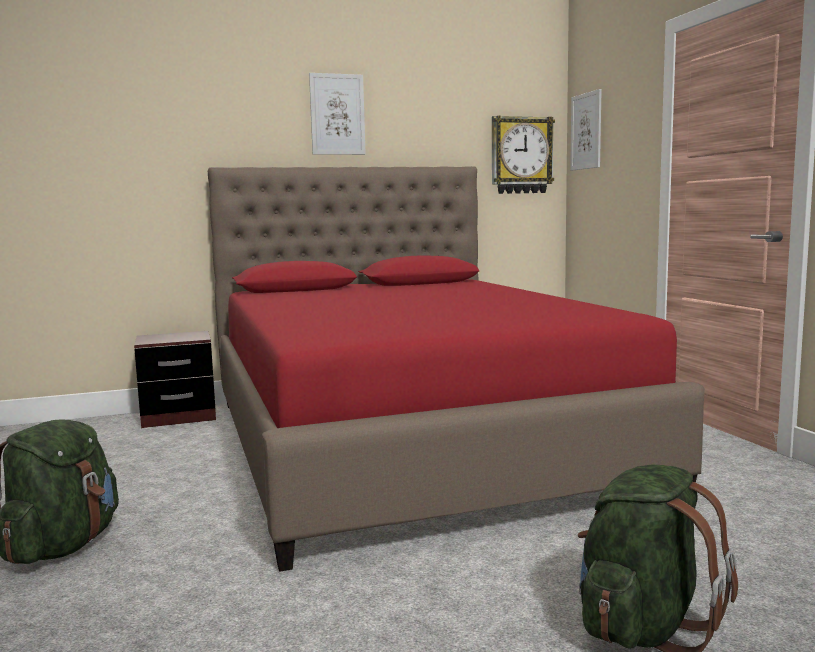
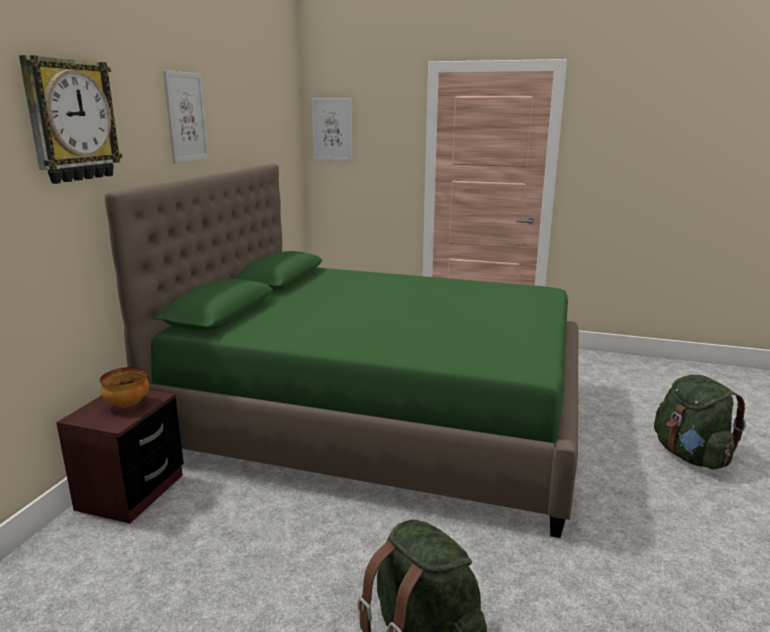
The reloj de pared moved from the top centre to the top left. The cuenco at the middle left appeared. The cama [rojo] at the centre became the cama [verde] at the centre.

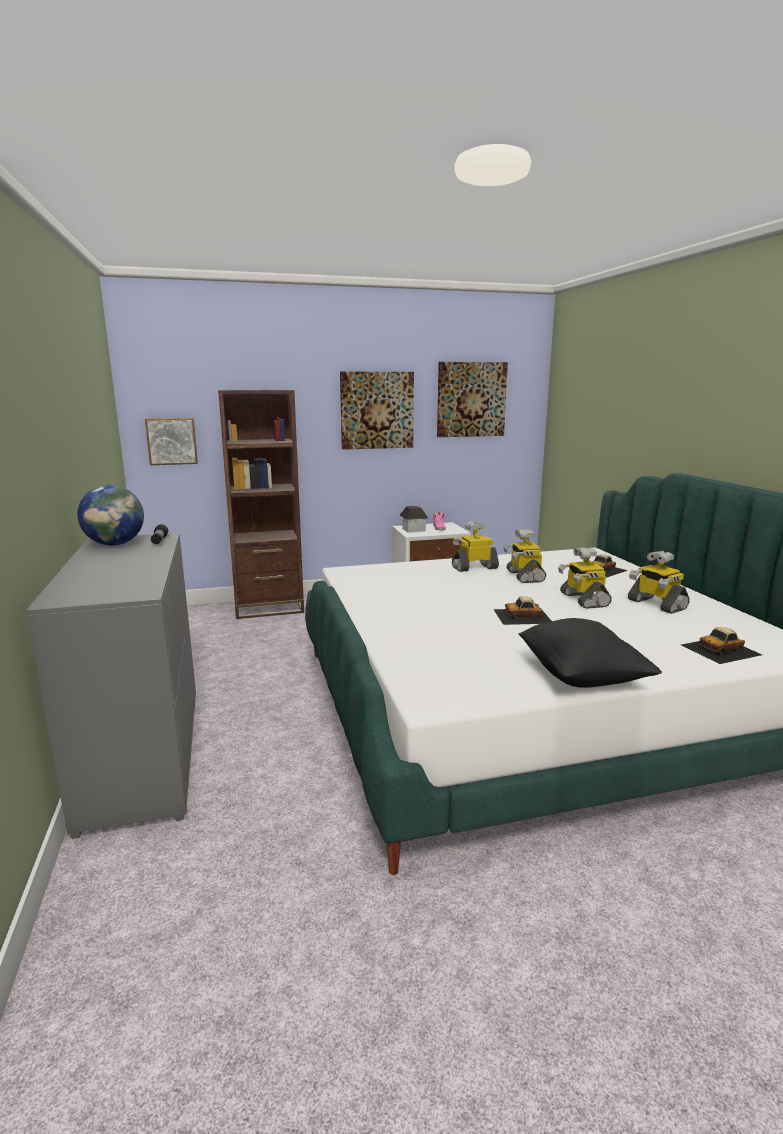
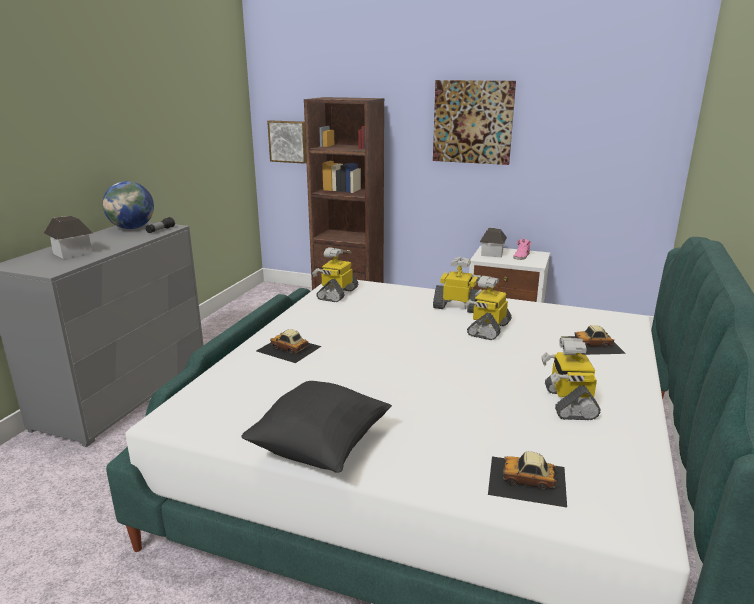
The casita (no. 1 from left) at the middle left appeared. The coche de juguete (no. 1 from left) moved from the middle right to the centre. The robot de juguete (no. 3 from left in the first image) moved from the middle right to the centre. The cuadro (no. 3 from left) at the centre disappeared.

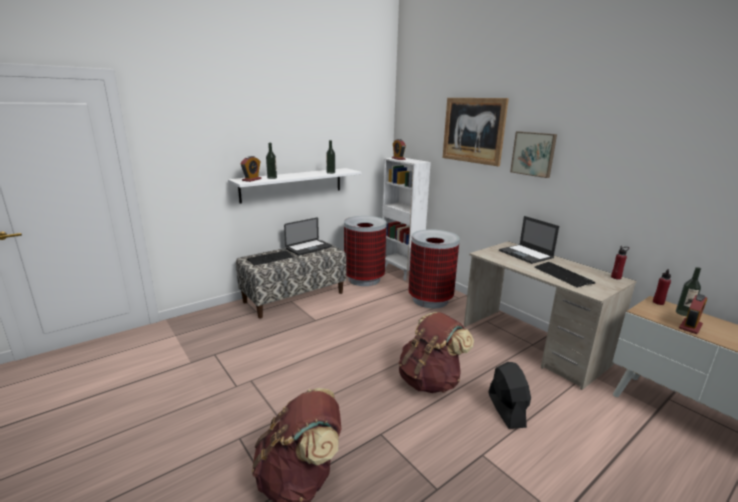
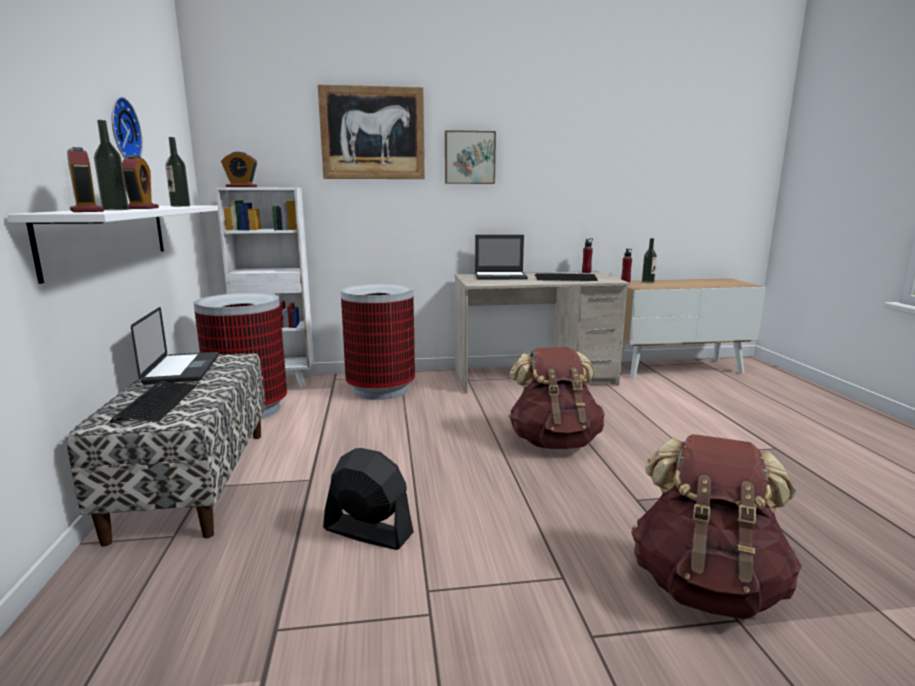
The reloj de pared at the top left appeared. The despertador (no. 3 from left in the first image) moved from the middle right to the top left. The ventilador [negro] moved from the bottom right to the bottom centre.

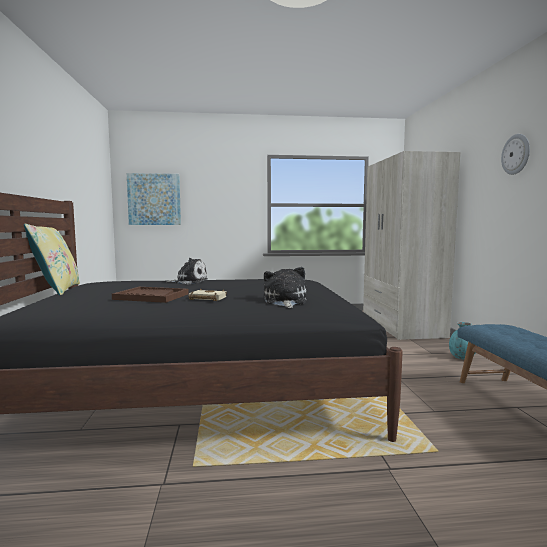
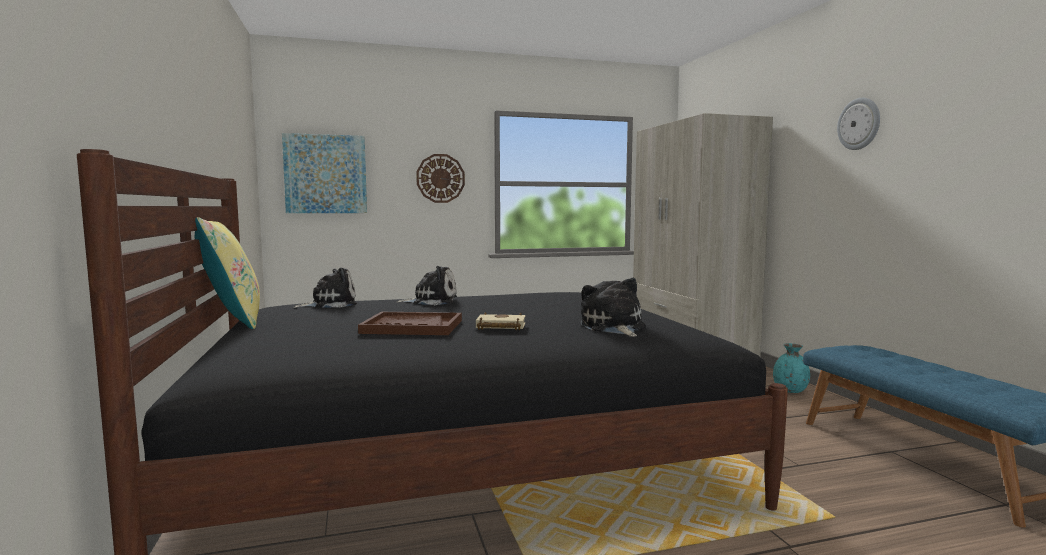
The peluche (no. 1 from left) at the middle left appeared. The reloj de pared (no. 1 from left) at the top centre appeared.

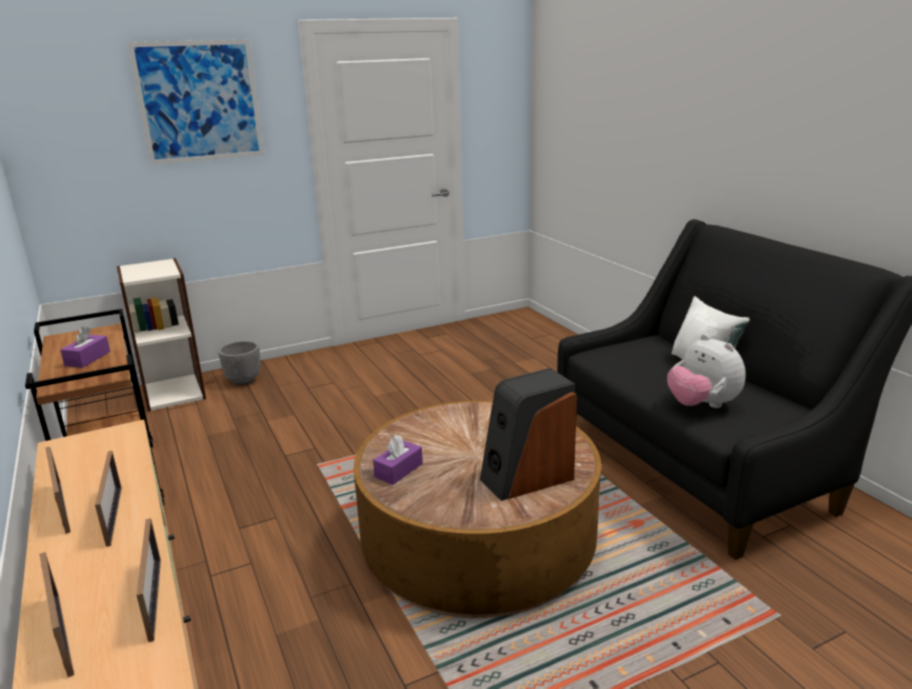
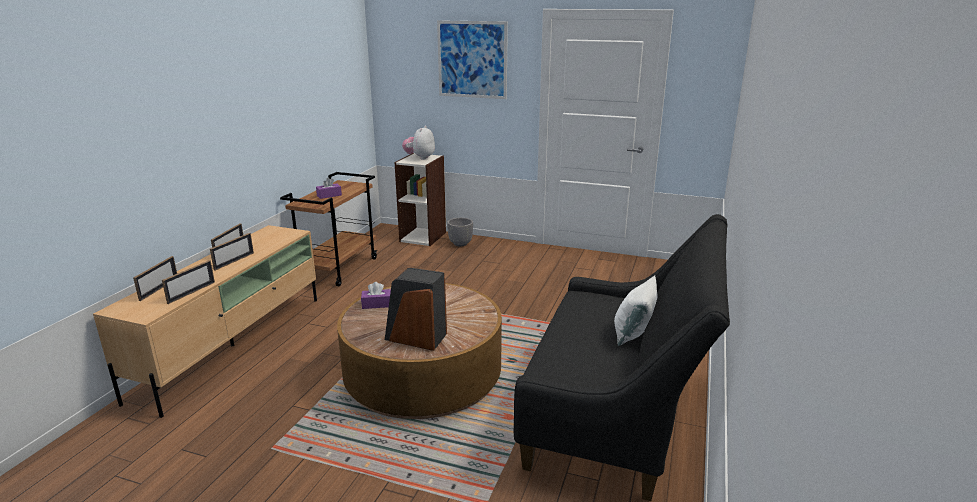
The peluche moved from the middle right to the top centre.

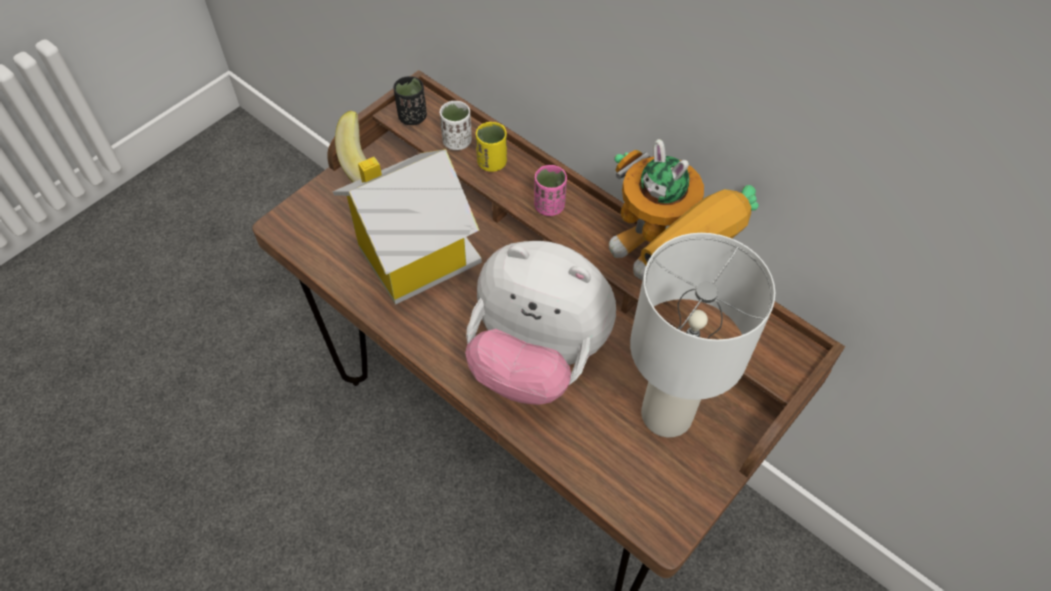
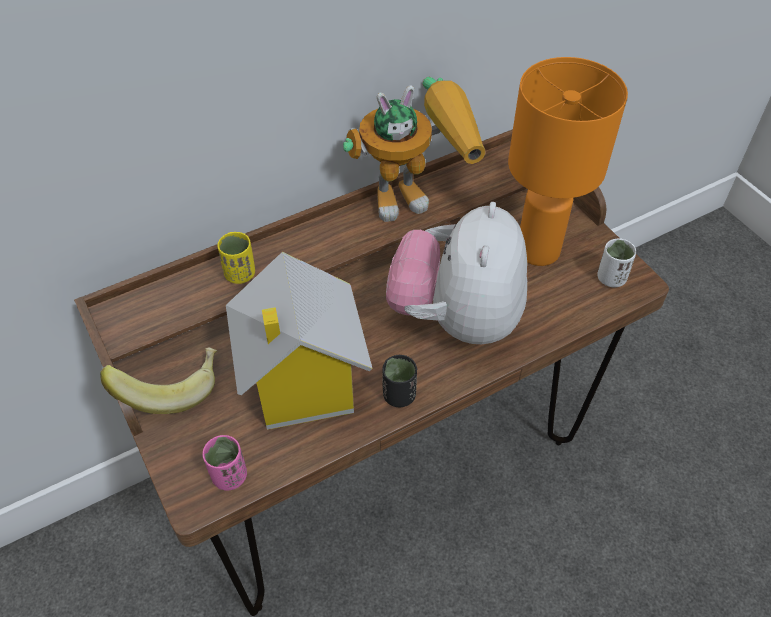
The taza [rosa] moved from the top centre to the bottom left. The taza [negro] moved from the top centre to the centre. The peluche at the centre turned 150 degrees clockwise. The lámpara de mesa [blanco] at the middle right became the lámpara de mesa [naranja] at the top right. The taza [blanco] moved from the top centre to the middle right.

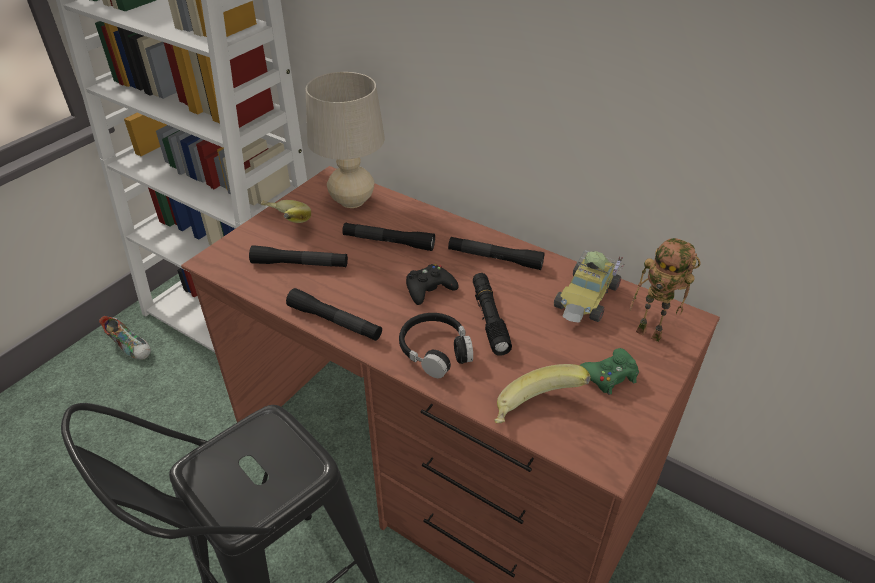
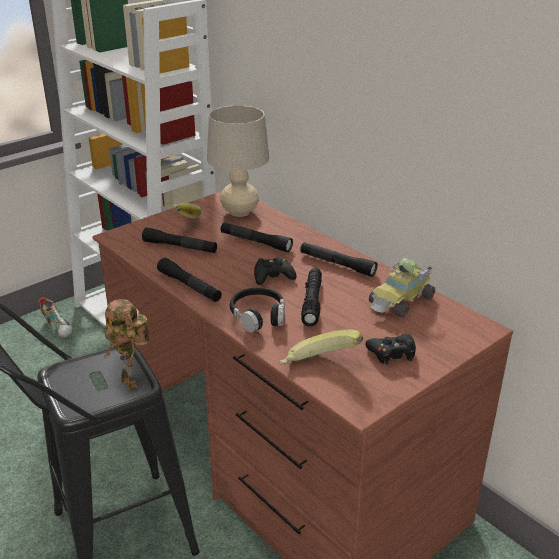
The robot de juguete moved from the middle right to the middle left. The mando de consola [verde] at the middle right became the mando de consola [negro] (no. 2 from left) at the middle right.

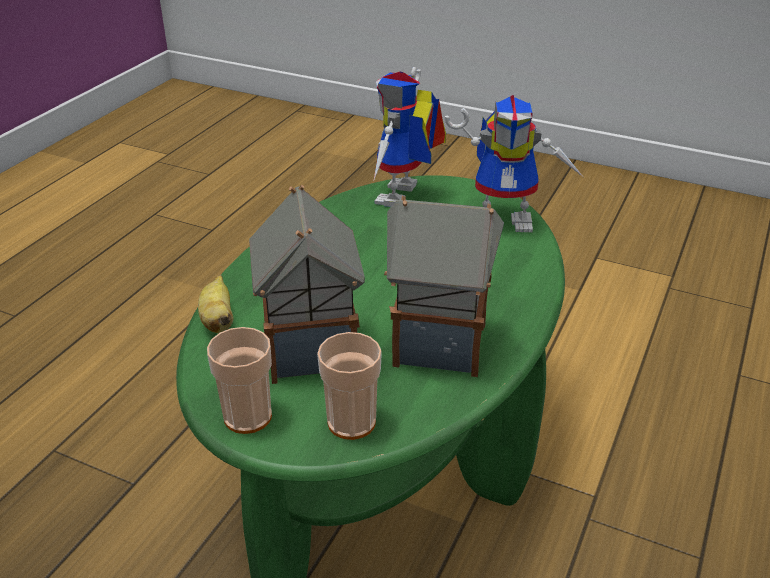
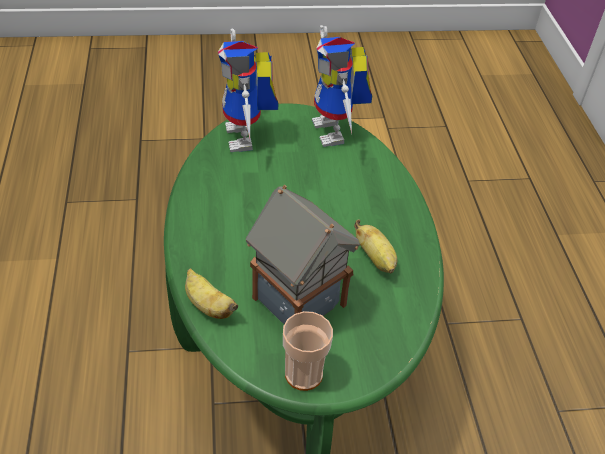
The robot de juguete (no. 2 from left) at the top right turned 105 degrees clockwise. The casita (no. 2 from left) at the centre was replaced by the plátano (no. 2 from left) at the centre. The taza (no. 2 from left) at the bottom centre disappeared.

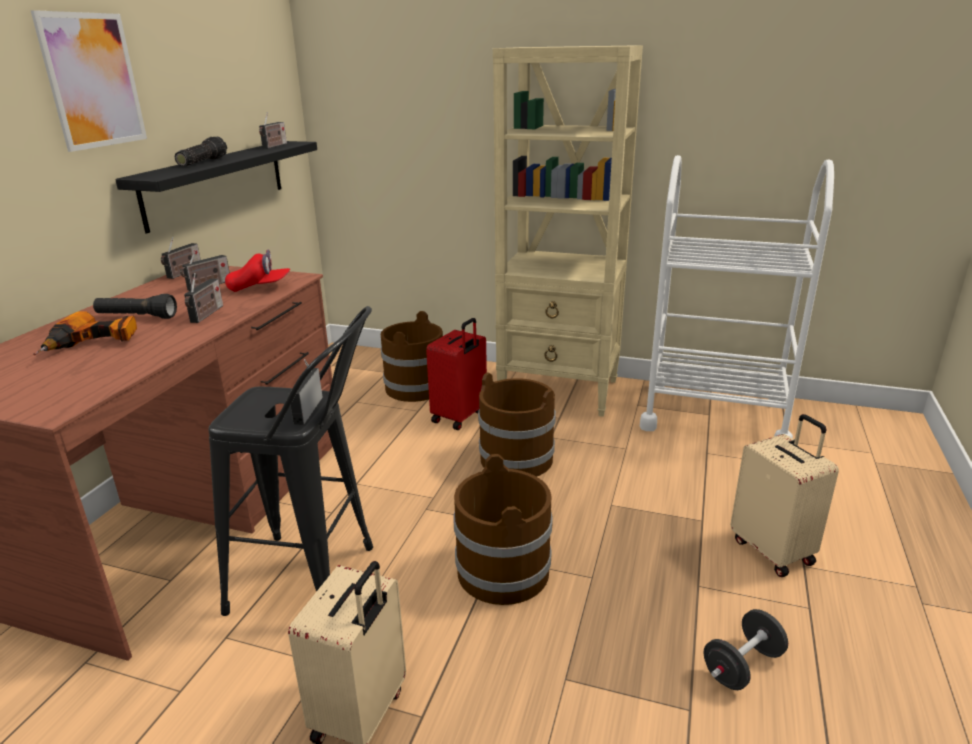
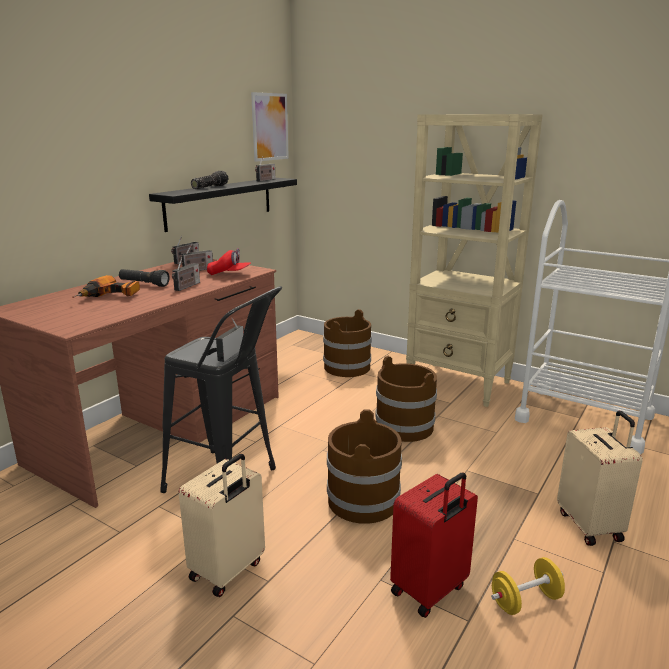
The cuadro moved from the top left to the top centre. The maleta [rojo] moved from the centre to the bottom centre. The mancuerna [negro] at the bottom right became the mancuerna [amarillo] at the bottom right.

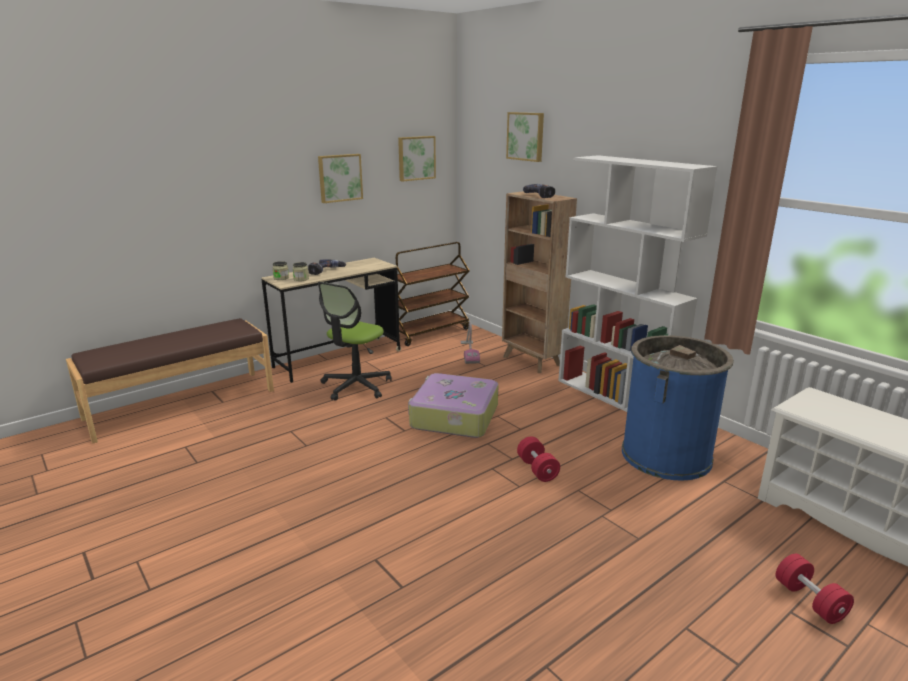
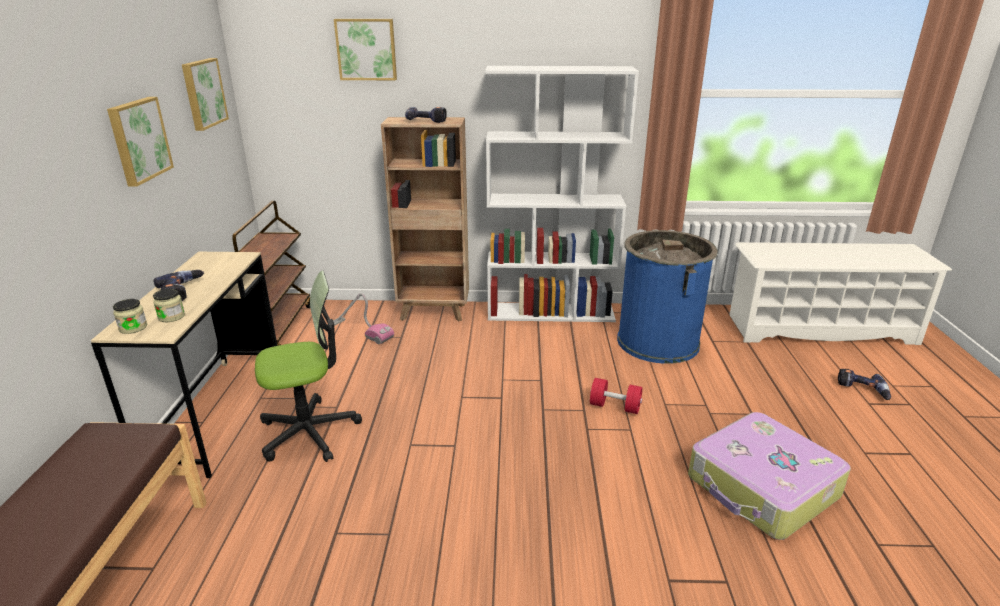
The silla de oficina at the centre turned 90 degrees counterclockwise. The maleta moved from the centre to the bottom right. The mancuerna [rojo] (no. 2 from left) at the bottom right was replaced by the taladro (no. 3 from left) at the middle right.

